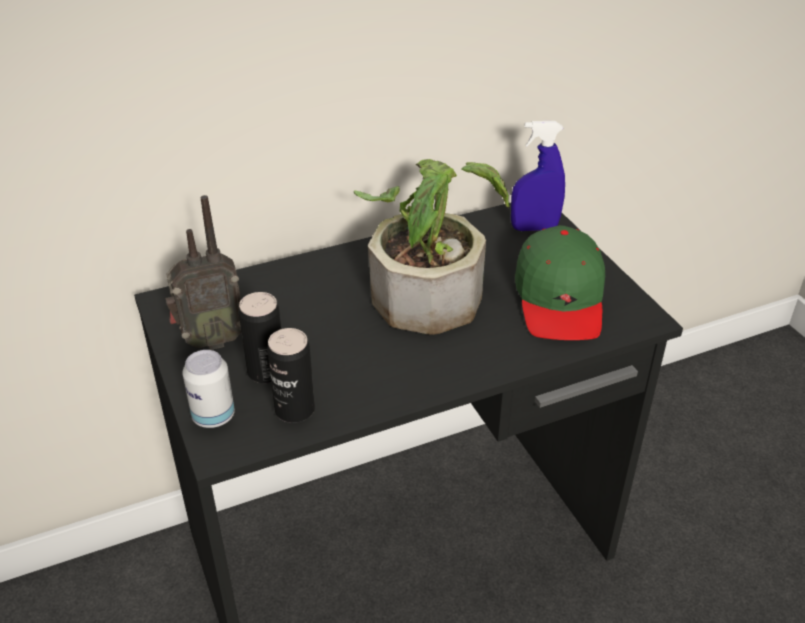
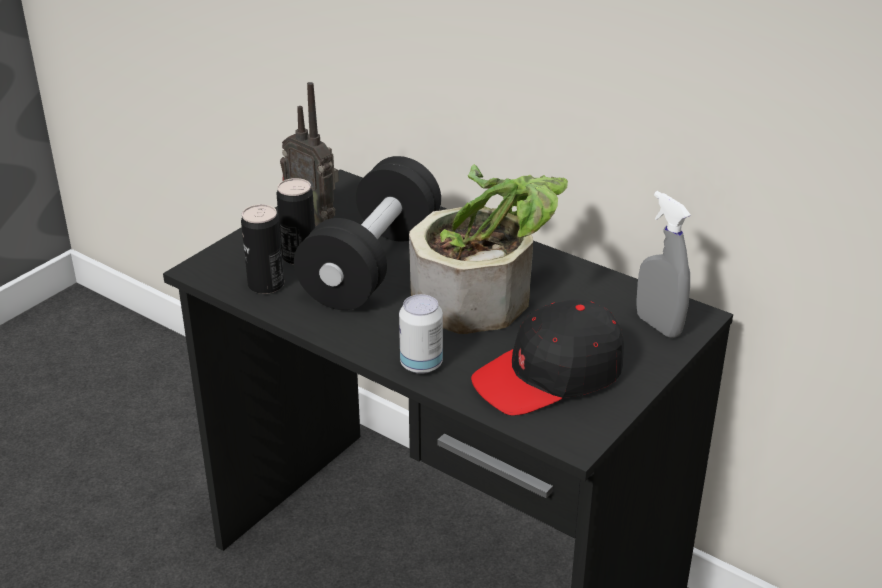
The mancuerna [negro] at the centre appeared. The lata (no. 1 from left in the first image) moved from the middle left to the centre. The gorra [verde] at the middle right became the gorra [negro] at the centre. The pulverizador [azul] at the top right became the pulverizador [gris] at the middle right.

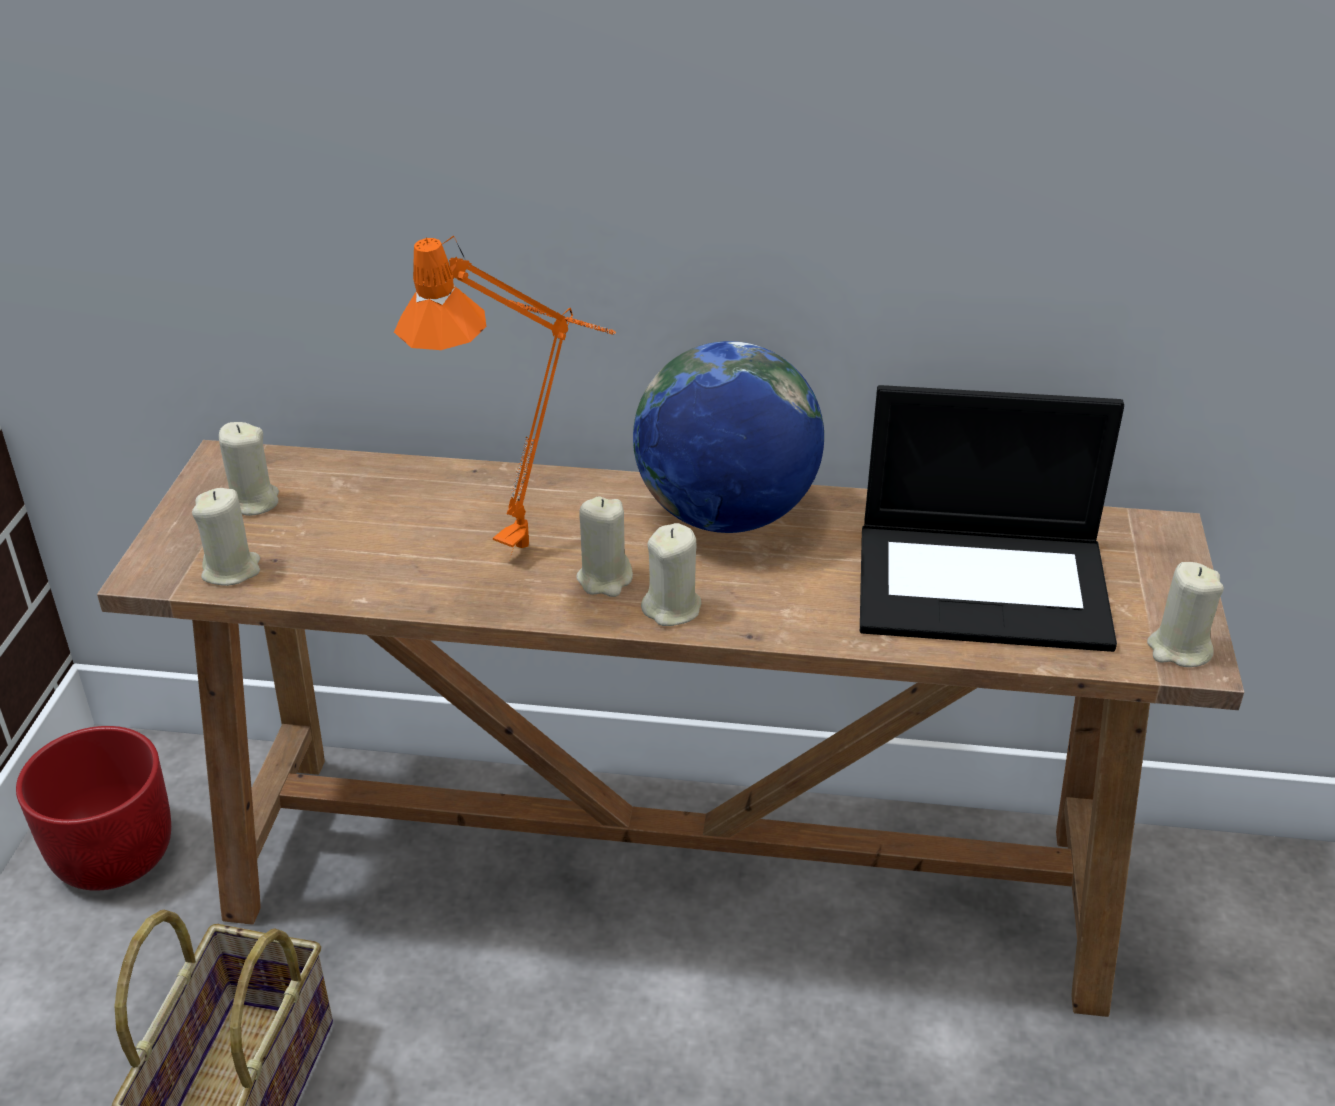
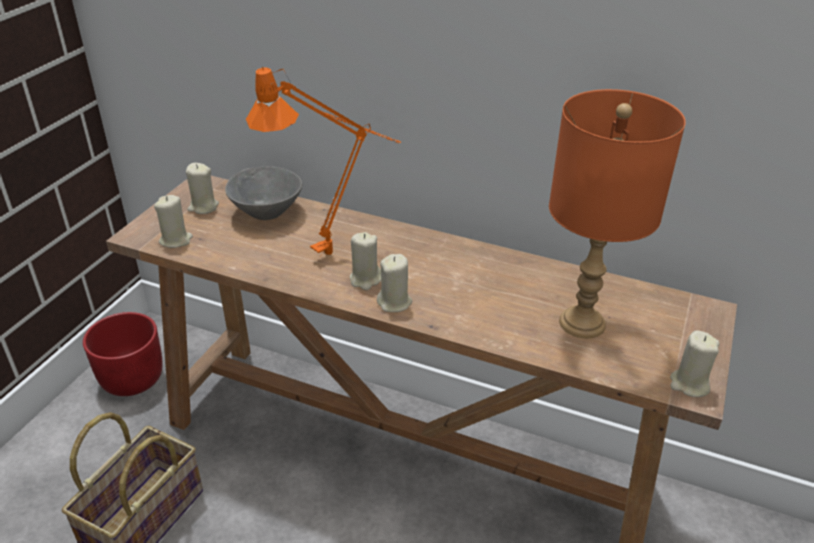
The cuenco [gris] at the middle left appeared. The portátil at the middle right was replaced by the lámpara de mesa [naranja] (no. 2 from left) at the middle right. The globo terráqueo at the centre disappeared.

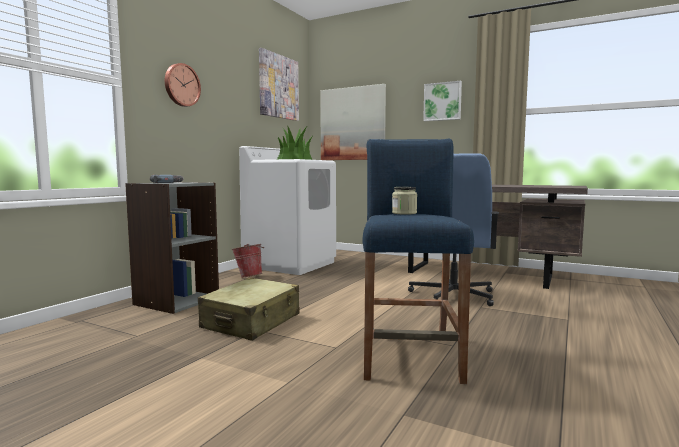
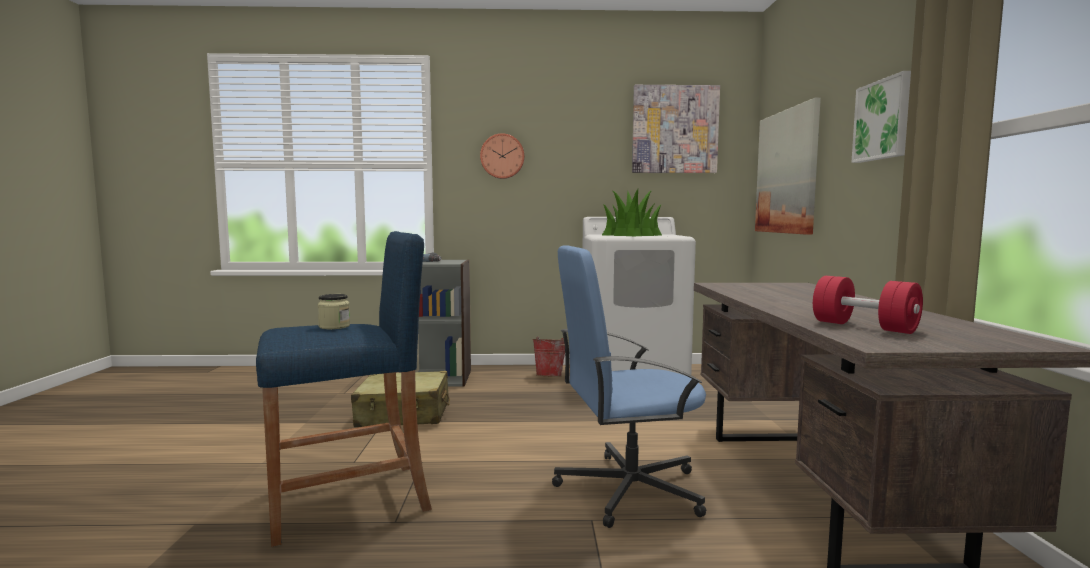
The mancuerna [rojo] at the middle right appeared.

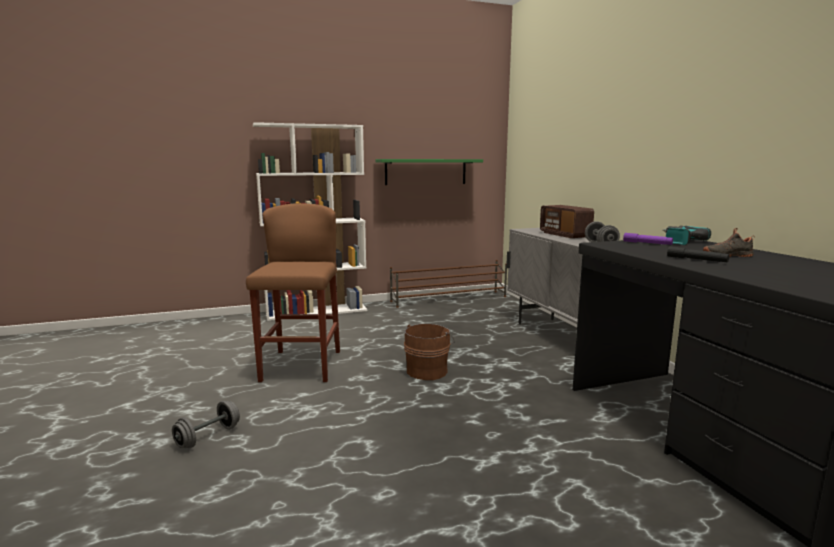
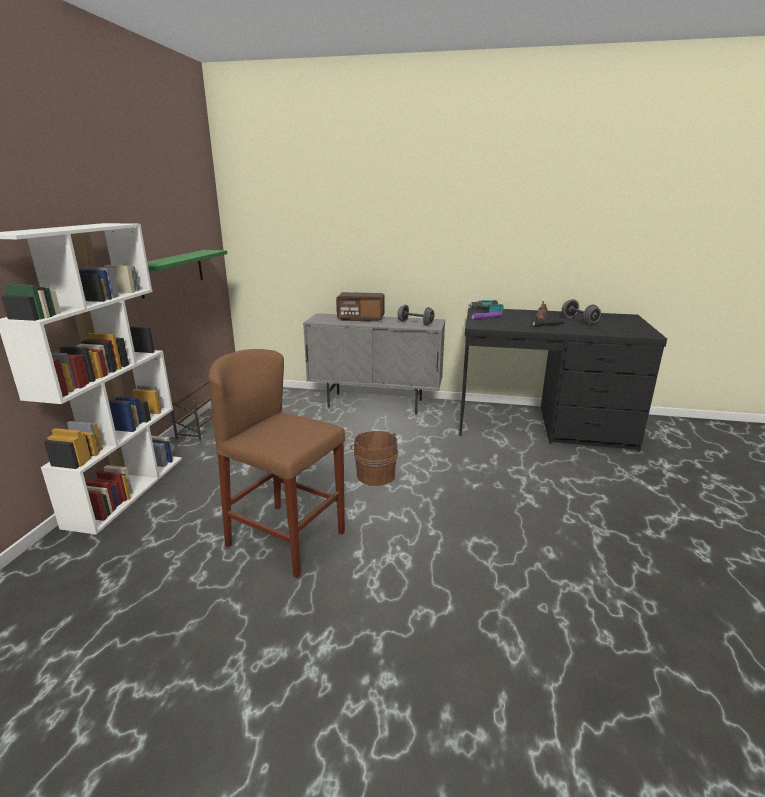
The mancuerna [gris] (no. 1 from left in the first image) moved from the bottom left to the middle right.

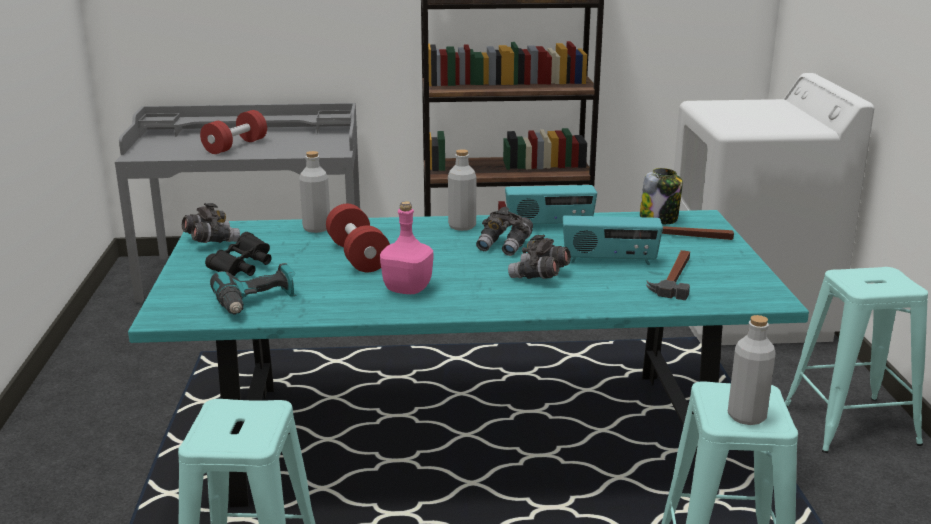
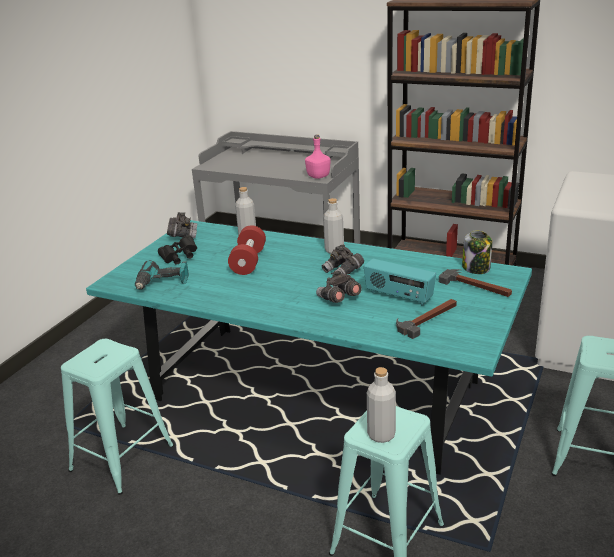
The botella [rosa] moved from the centre to the top centre. The mancuerna [rojo] (no. 1 from left) at the top left disappeared. The radio (no. 1 from left) at the centre disappeared.

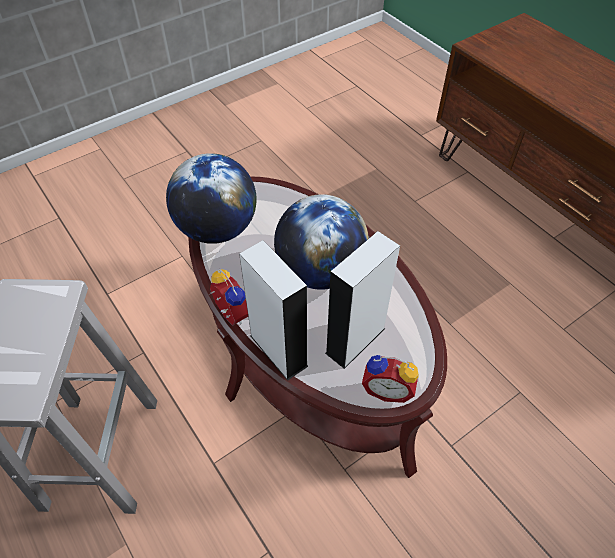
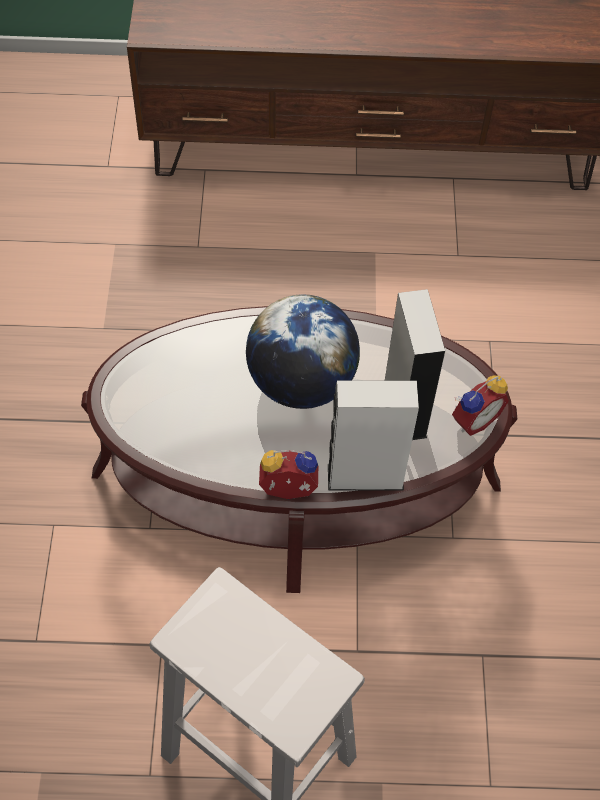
The globo terráqueo (no. 1 from left) at the centre disappeared.

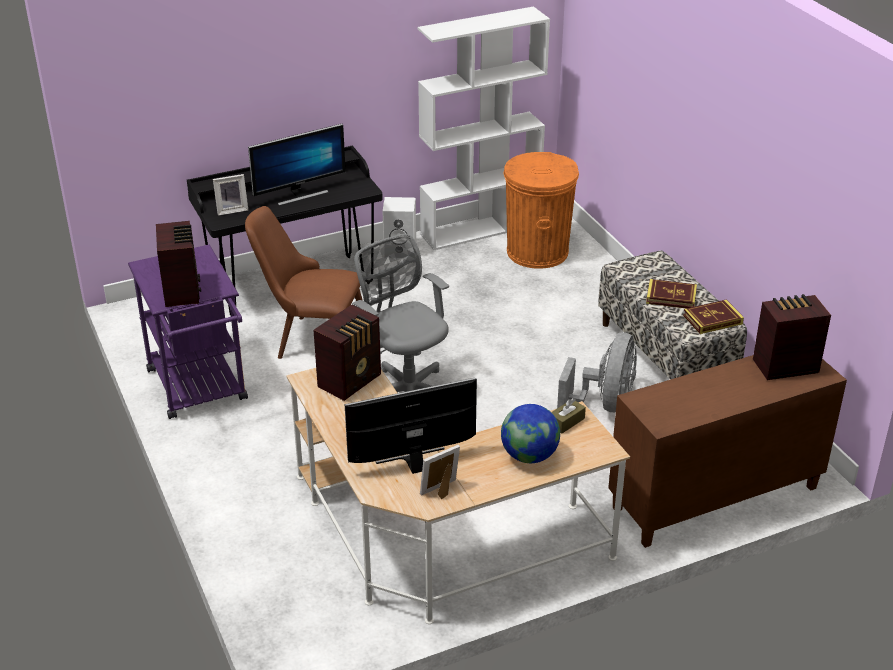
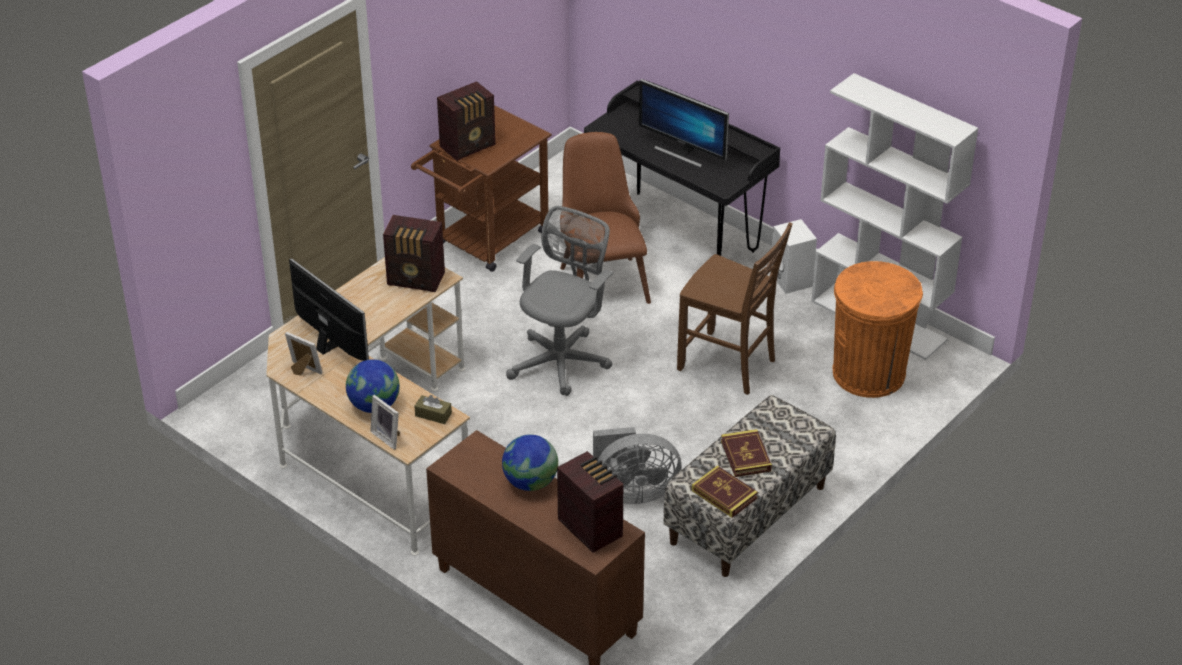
The portarretratos (no. 1 from left in the first image) moved from the top left to the middle left. The carrito [morado] at the middle left became the carrito [marrón] at the top centre. The globo terráqueo (no. 2 from left) at the bottom centre appeared. The silla [marrón] (no. 2 from left) at the centre appeared.

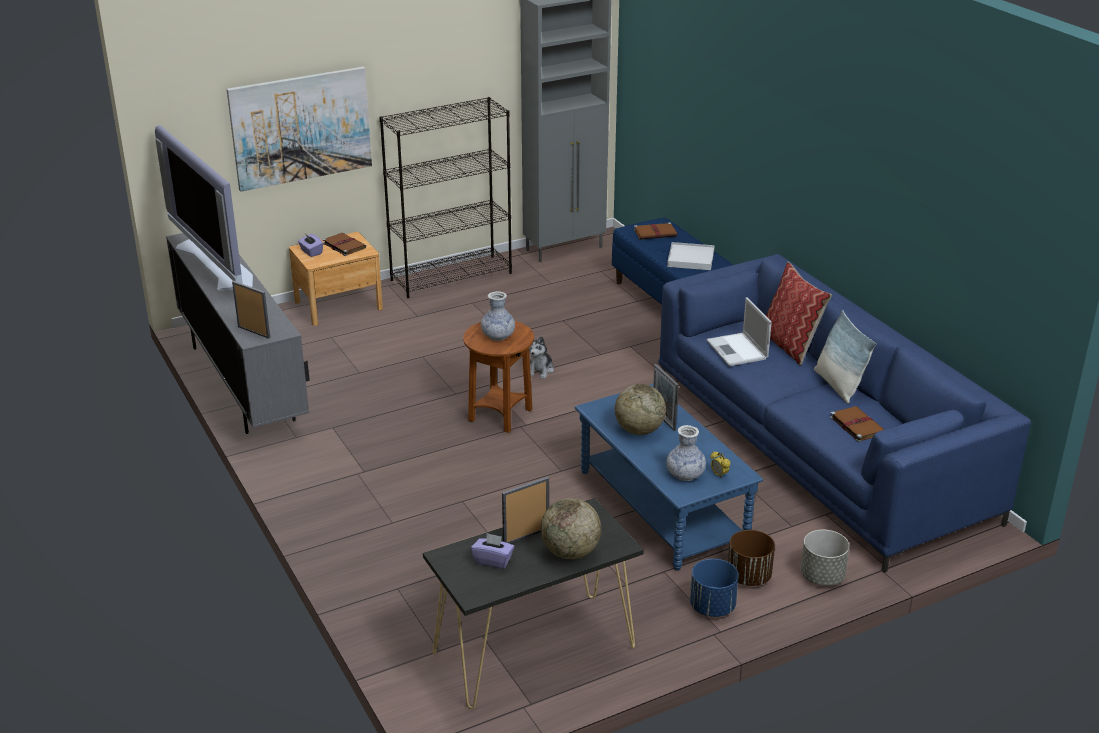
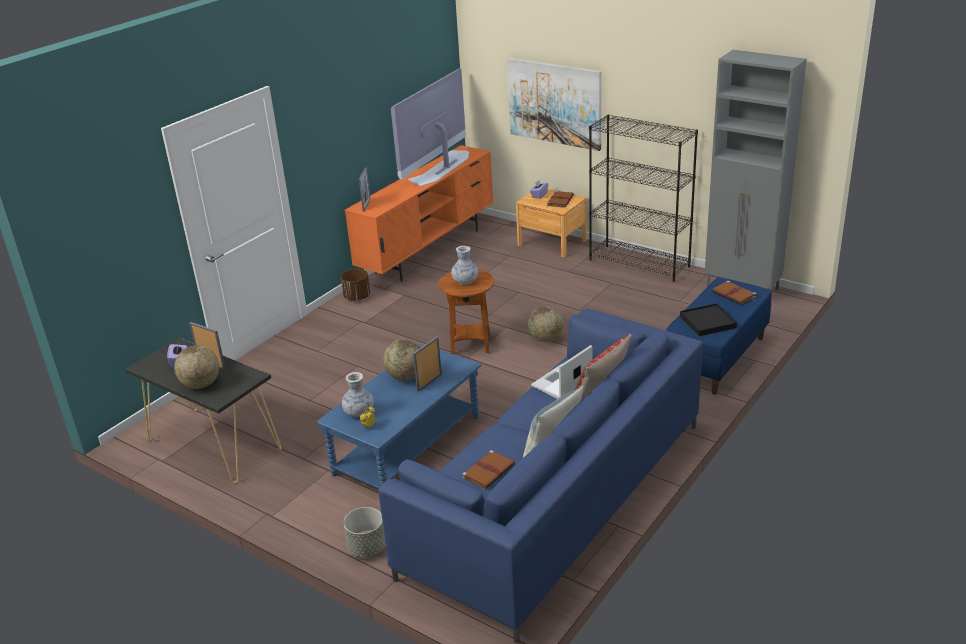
The maceta [marrón] moved from the bottom right to the centre. The mueble de televisión [gris] at the middle left became the mueble de televisión [naranja] at the top centre. The peluche at the centre was replaced by the globo terráqueo (no. 3 from left) at the centre. The bandeja [blanco] at the centre became the bandeja [negro] at the middle right. The maceta [azul] at the bottom centre disappeared.

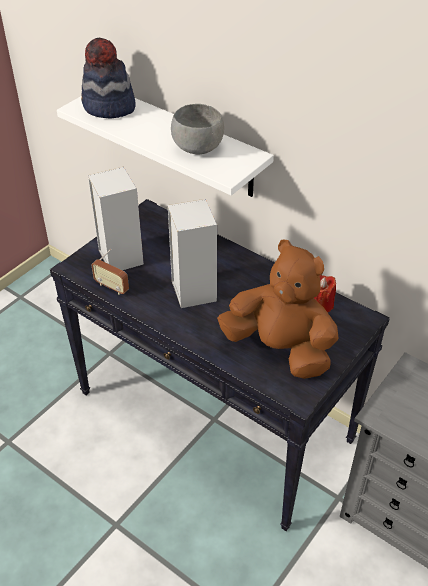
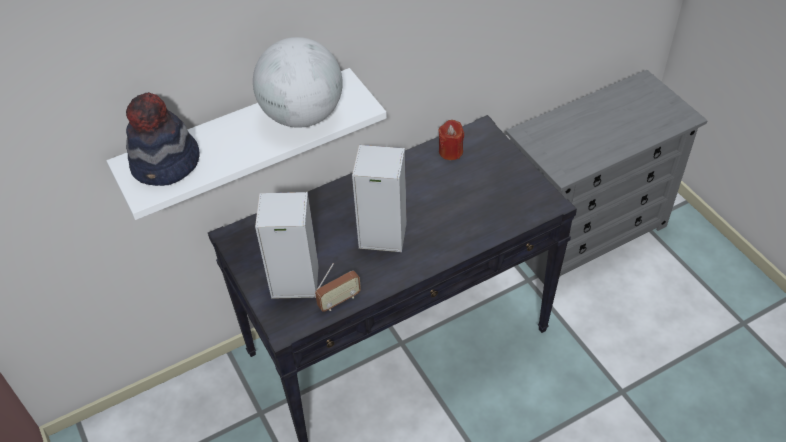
The cuenco [gris] at the top centre was replaced by the globo terráqueo at the top centre. The peluche [marrón] at the centre disappeared.

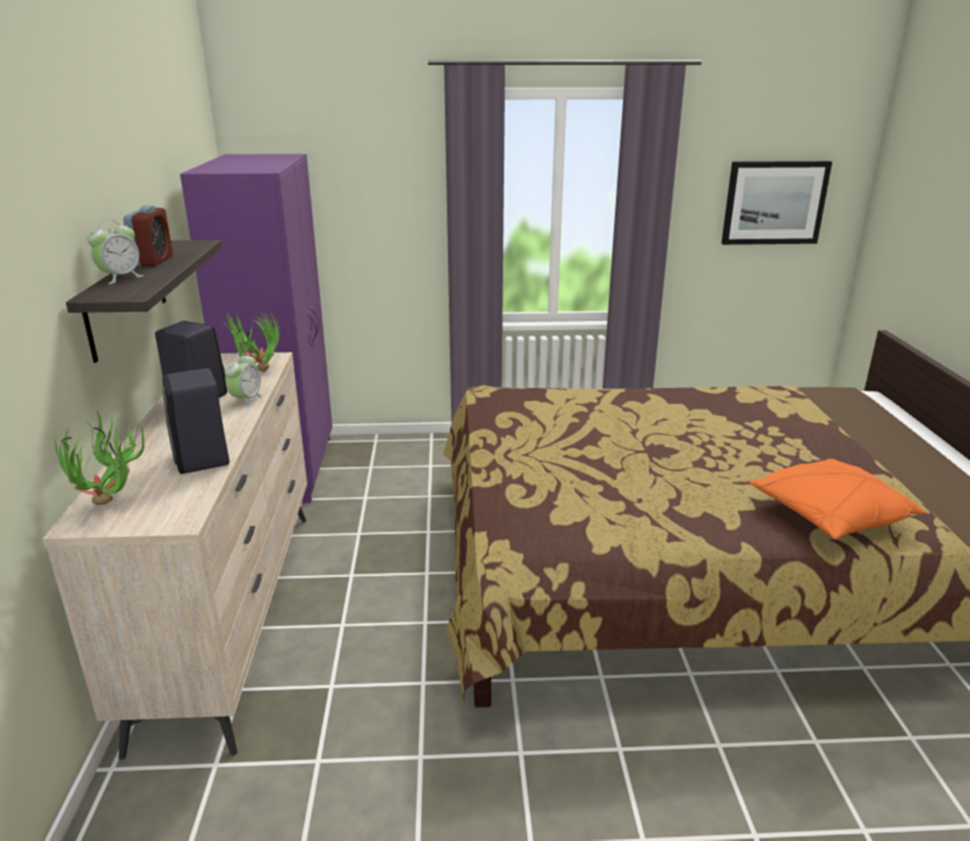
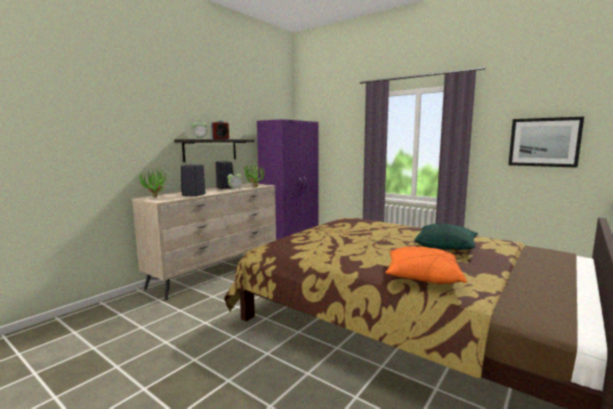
The cojín [verde] at the middle right appeared.

